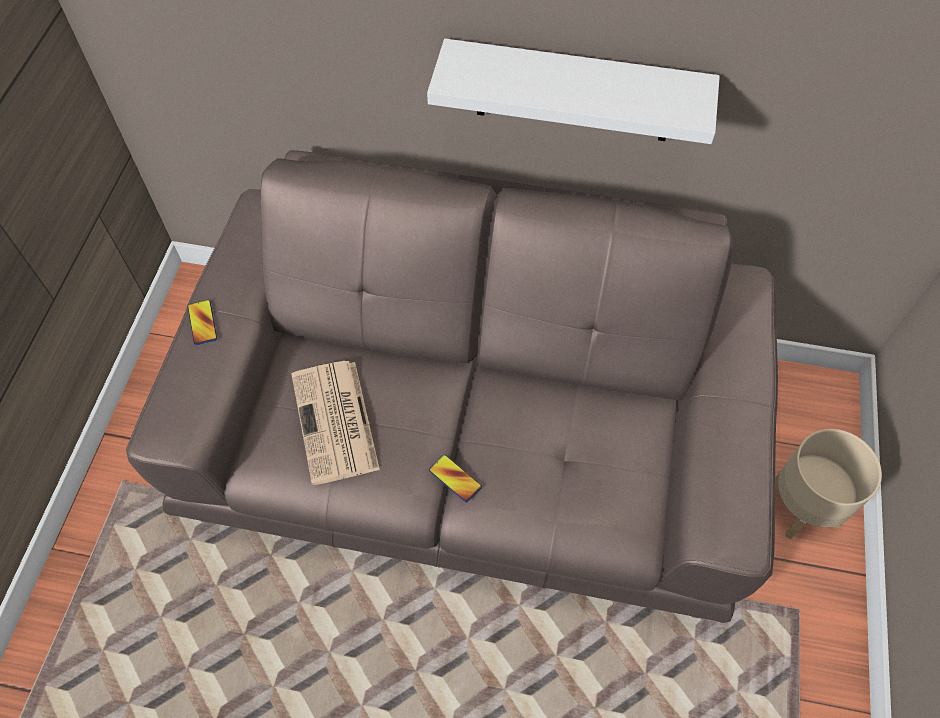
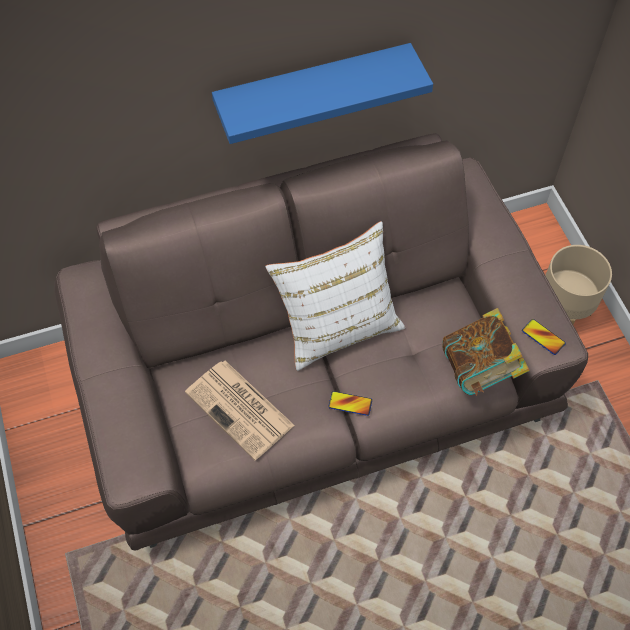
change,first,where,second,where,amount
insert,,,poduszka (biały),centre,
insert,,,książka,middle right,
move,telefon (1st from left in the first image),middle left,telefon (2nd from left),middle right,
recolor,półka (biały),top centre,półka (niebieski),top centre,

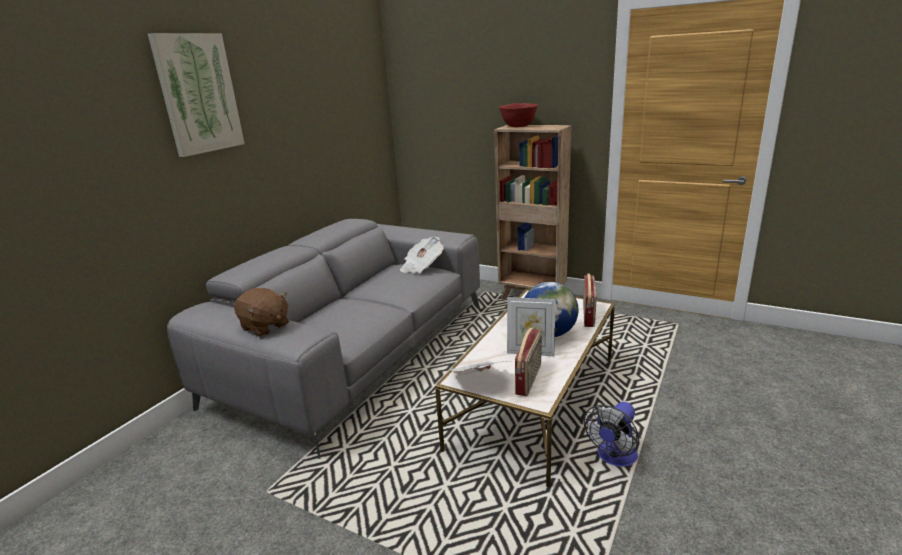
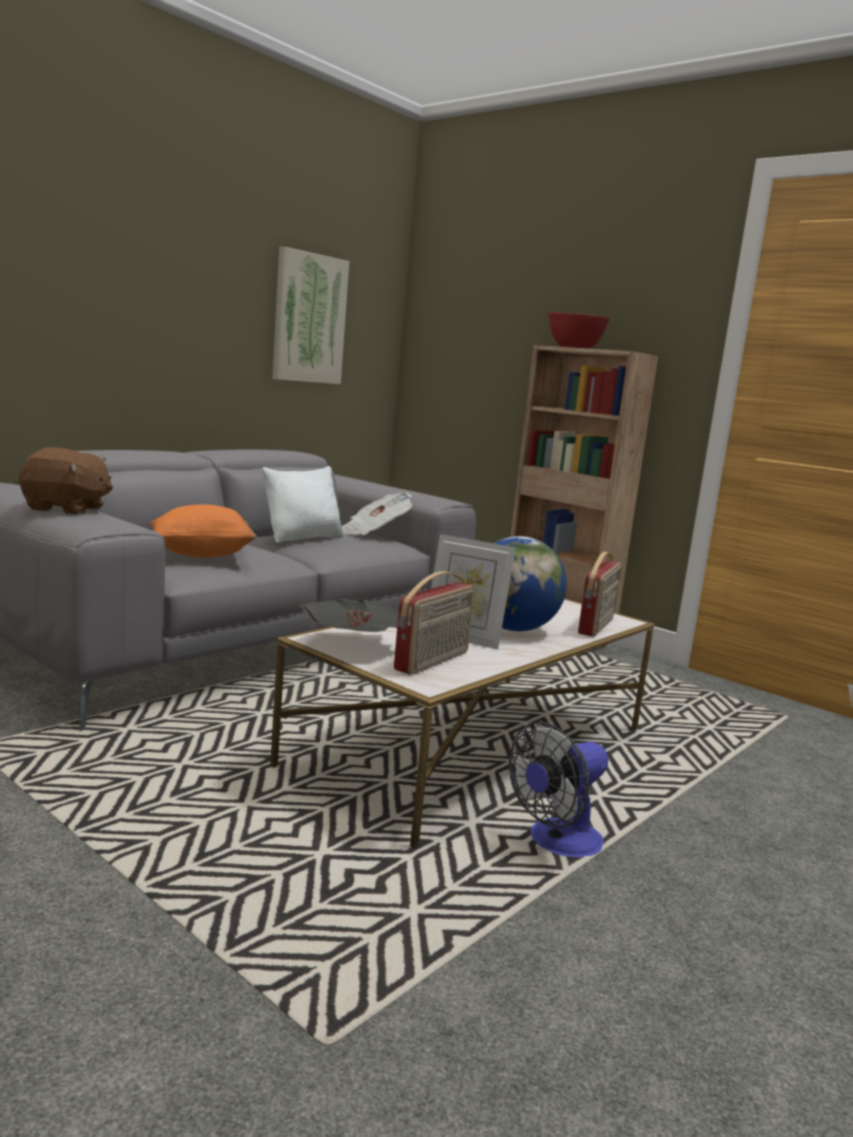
change,first,where,second,where,amount
insert,,,poduszka (pomarańczowy),middle left,
insert,,,poduszka (biały),centre,
move,obraz,top left,,top centre,
rotate,pluszak (brązowy),middle left,,middle left,45 degrees counterclockwise

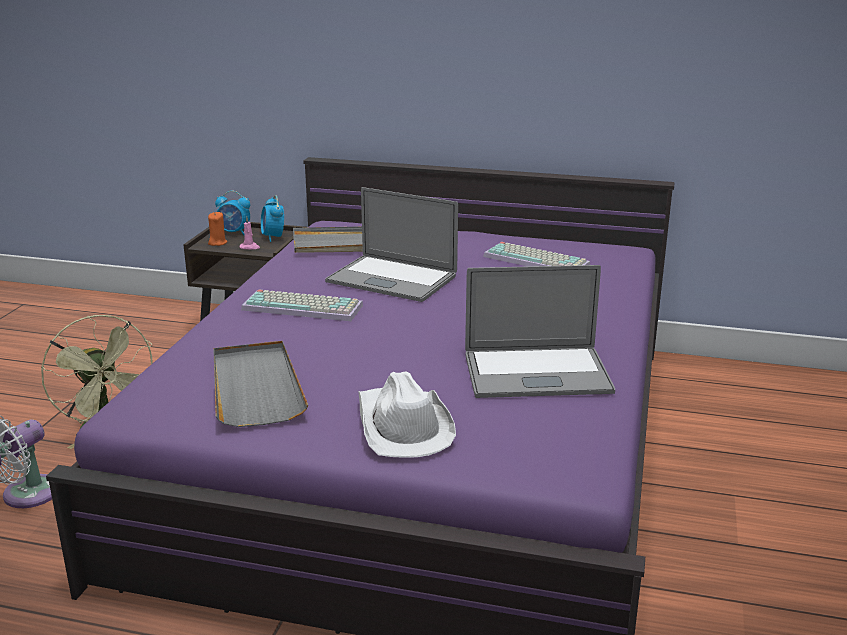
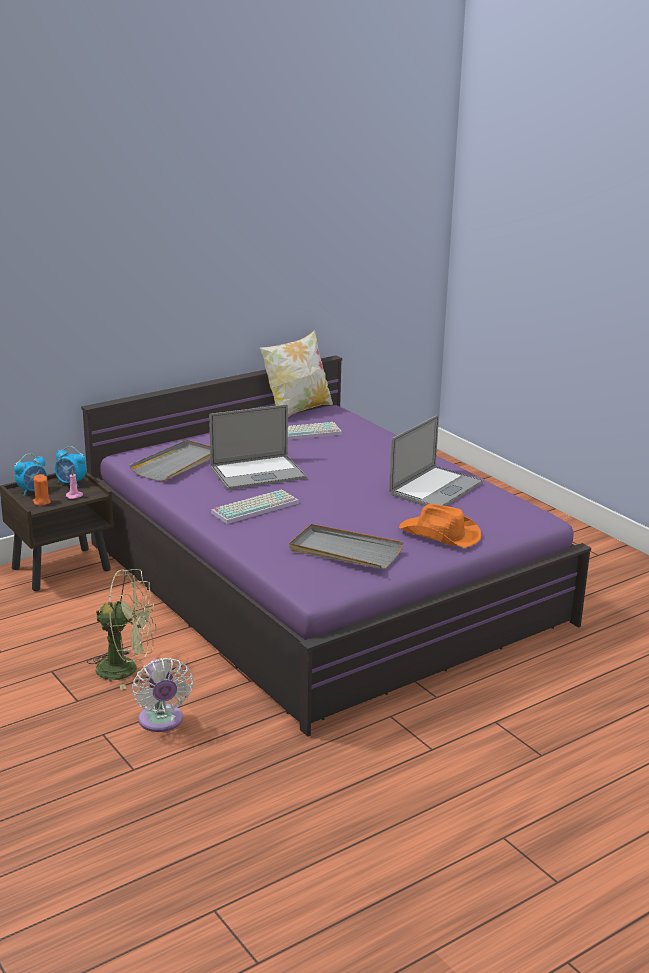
change,first,where,second,where,amount
insert,,,poduszka,centre,
recolor,kapelusz (biały),centre,kapelusz (pomarańczowy),middle right,

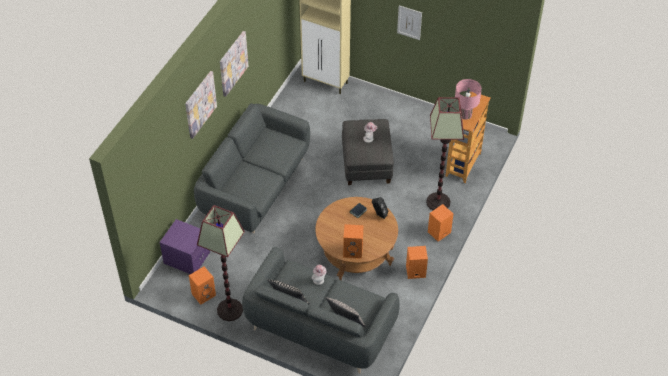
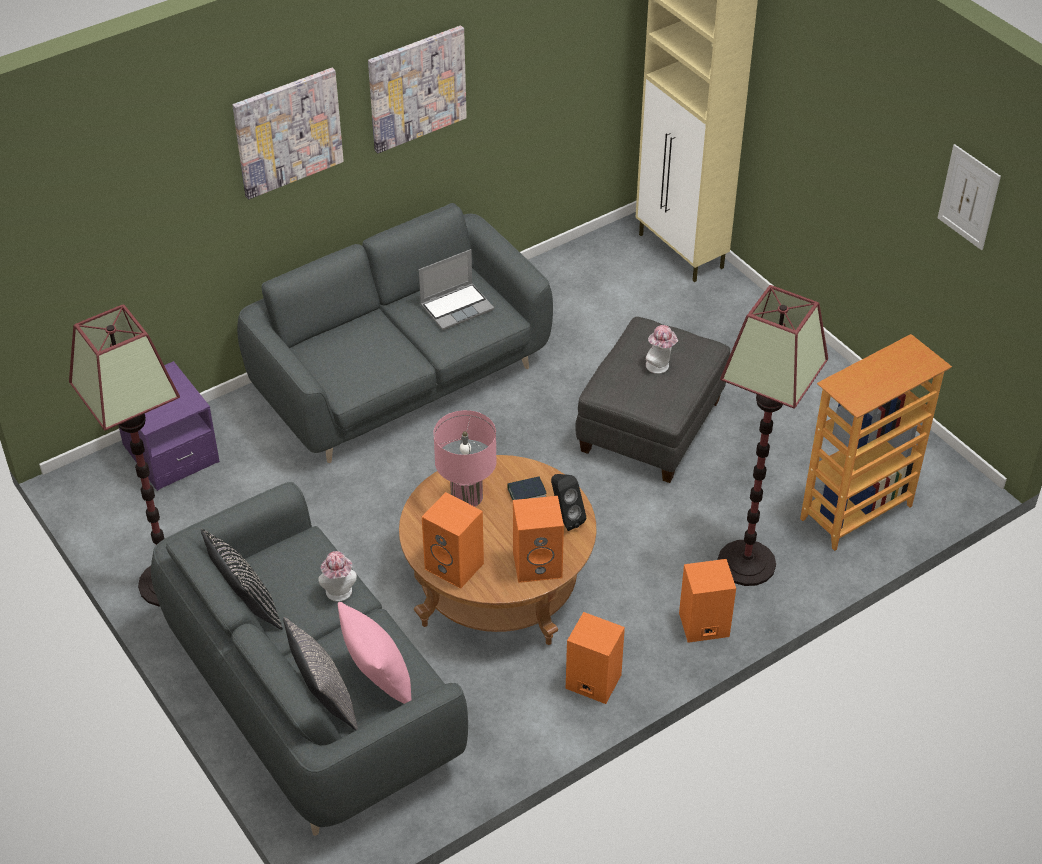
change,first,where,second,where,amount
insert,,,poduszka (różowy),bottom centre,
insert,,,laptop,centre,
move,głośnik (pomarańczowy) (1st from left in the first image),bottom left,głośnik (pomarańczowy) (2nd from left),centre,
move,obraz (3rd from left),top centre,,top right,
move,lampa stołowa (różowy),top right,,centre,

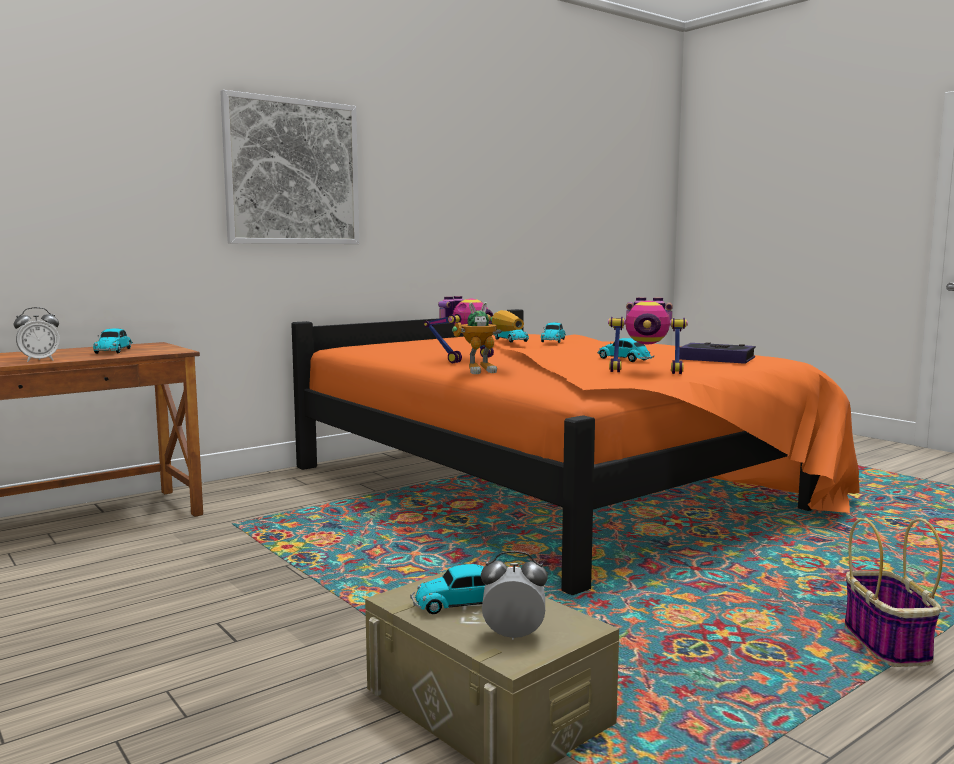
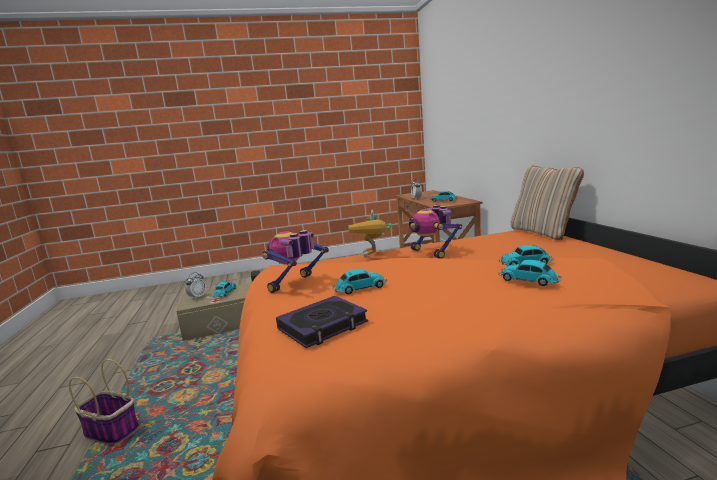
change,first,where,second,where,amount
delete,obraz,top left,,,
insert,,,poduszka (beżowy),middle right,

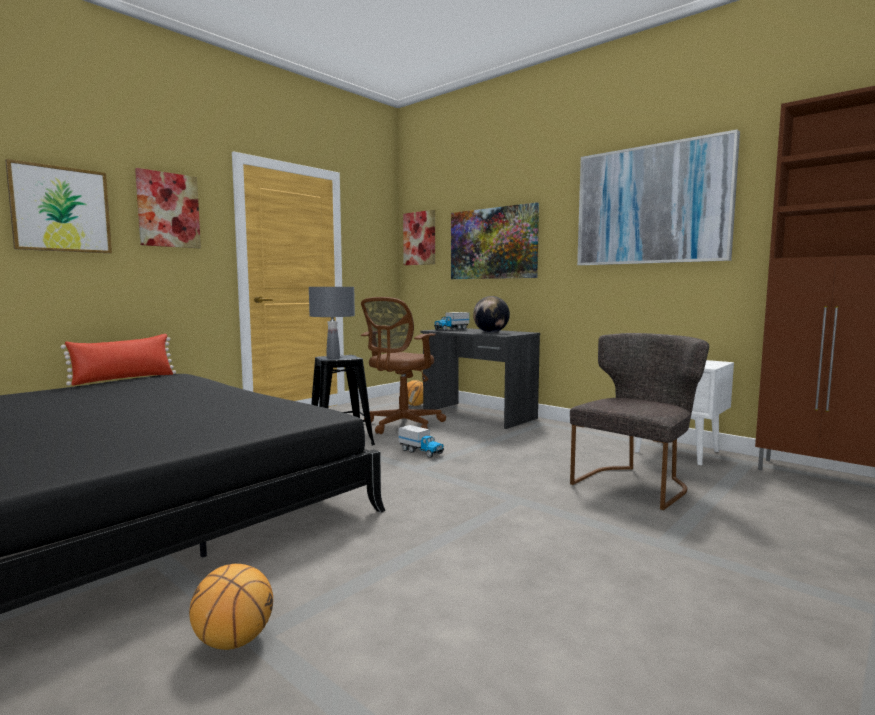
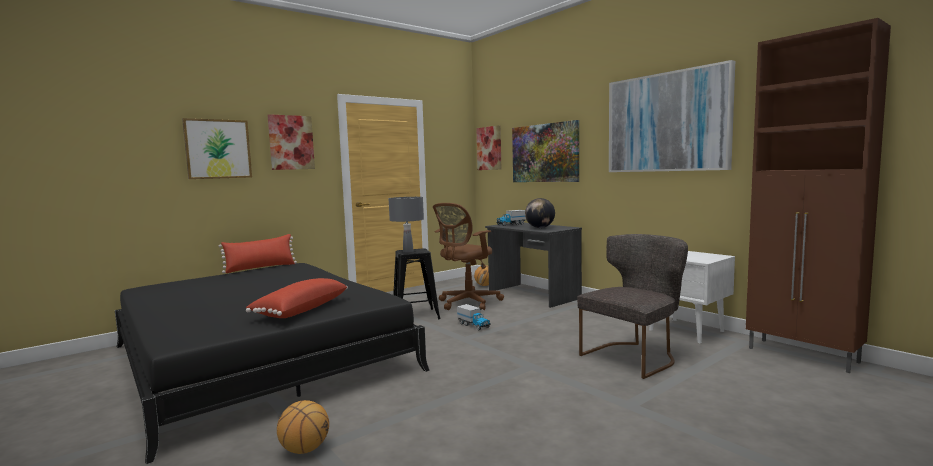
change,first,where,second,where,amount
insert,,,poduszka (czerwony) (2nd from left),middle left,

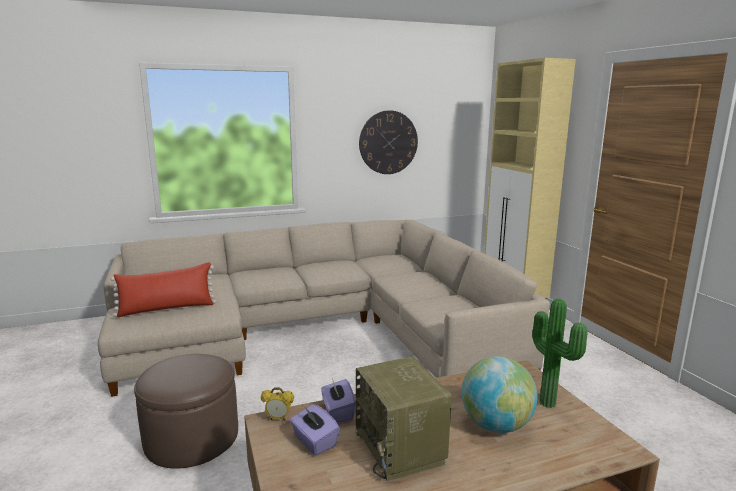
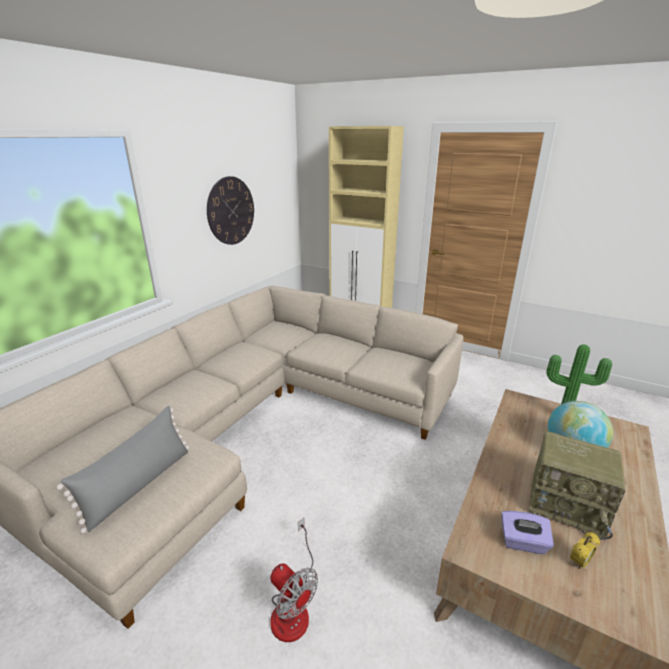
change,first,where,second,where,amount
delete,pudełko chusteczek (fioletowy) (2nd from left),bottom centre,,,
move,budzik,bottom centre,,bottom right,
replace,pufa (brązowy),bottom left,wentylator,bottom centre,
recolor,poduszka (czerwony),middle left,poduszka (szary),bottom left,

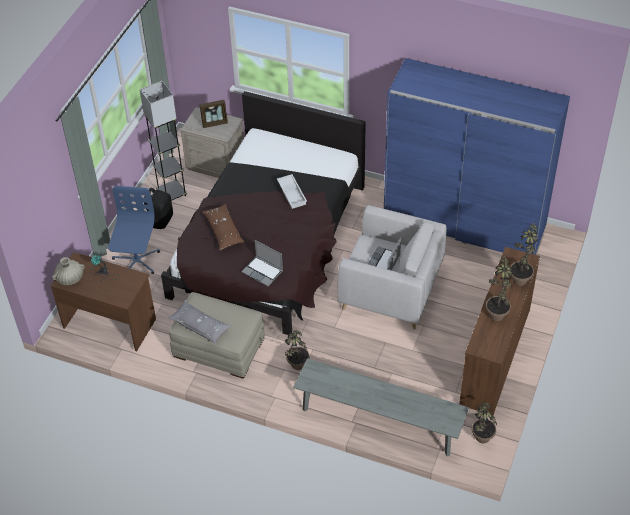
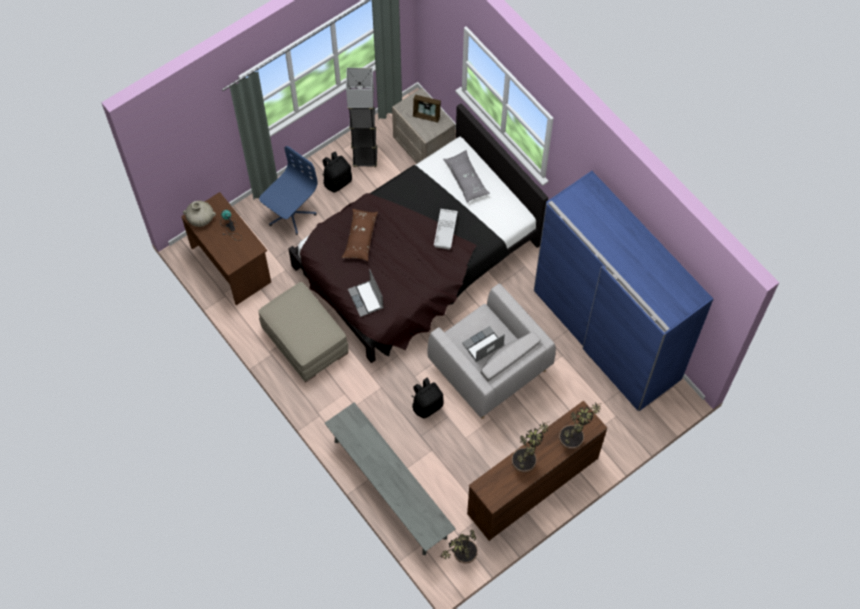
change,first,where,second,where,amount
delete,roślina doniczkowa (1st from left),bottom centre,,,
insert,,,plecak (czarny) (2nd from left),centre,
move,poduszka (szary),middle left,,top centre,

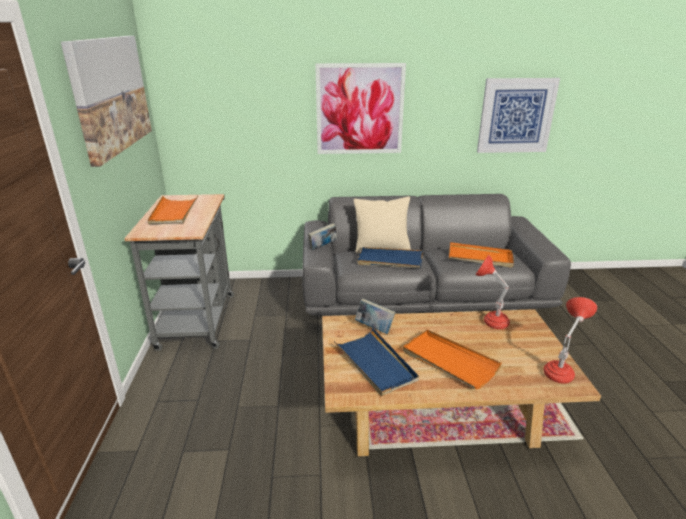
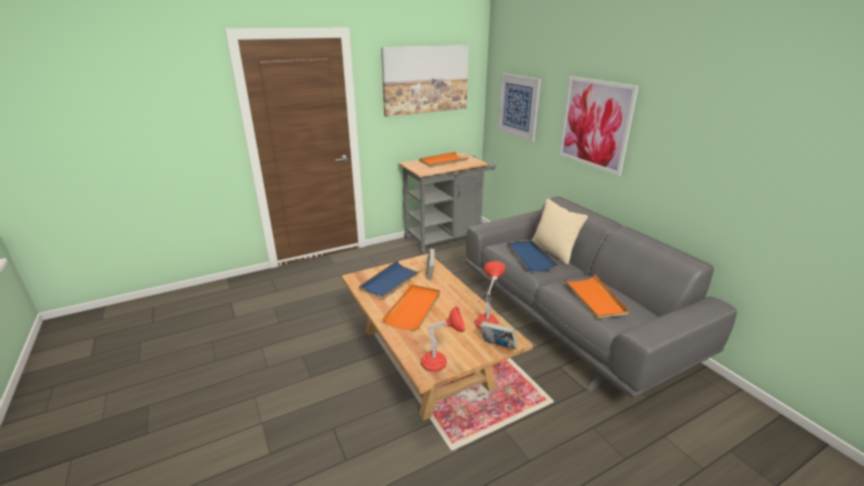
change,first,where,second,where,amount
move,książka (1st from left in the first image),centre,książka (2nd from left),bottom centre,
move,obraz (3rd from left in the first image),top right,obraz (2nd from left),top centre,

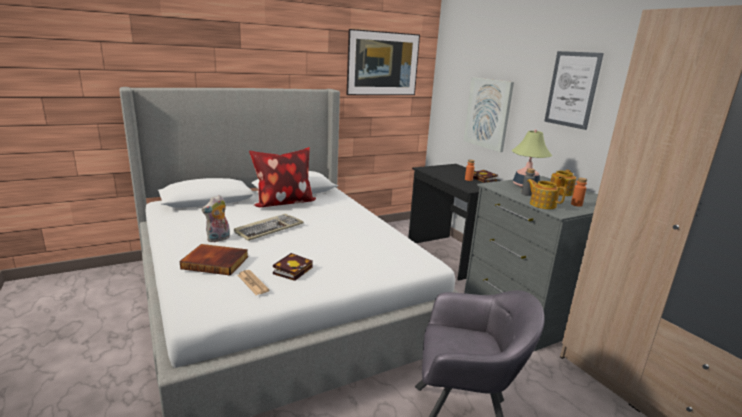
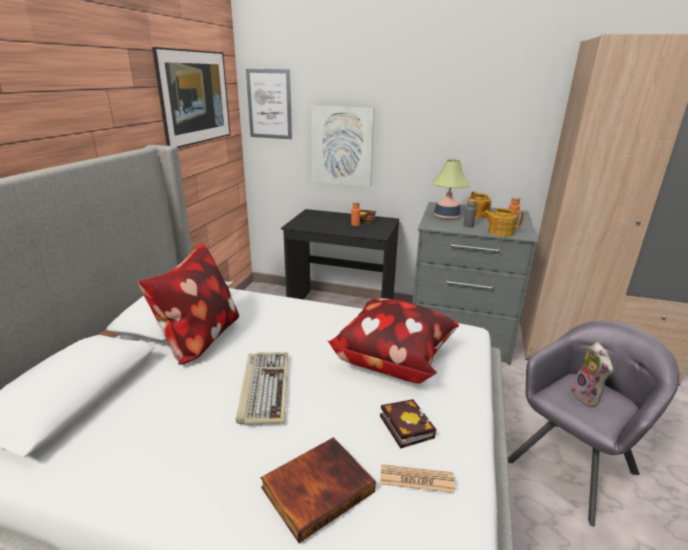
change,first,where,second,where,amount
insert,,,poduszka (2nd from left),centre,
move,pluszak,middle left,,bottom right,
move,obraz (3rd from left in the first image),top right,obraz (2nd from left),top centre,

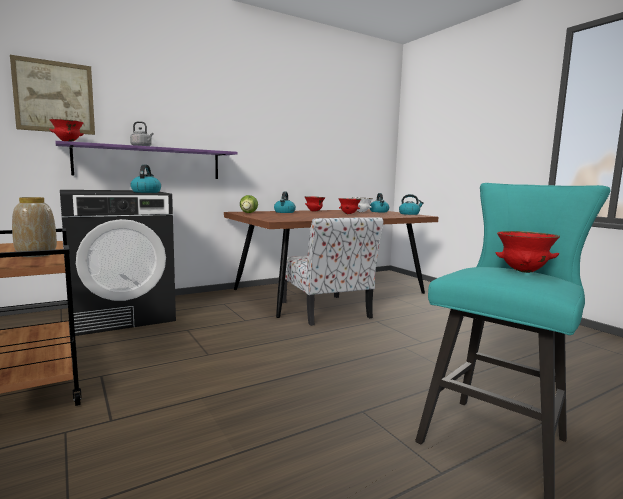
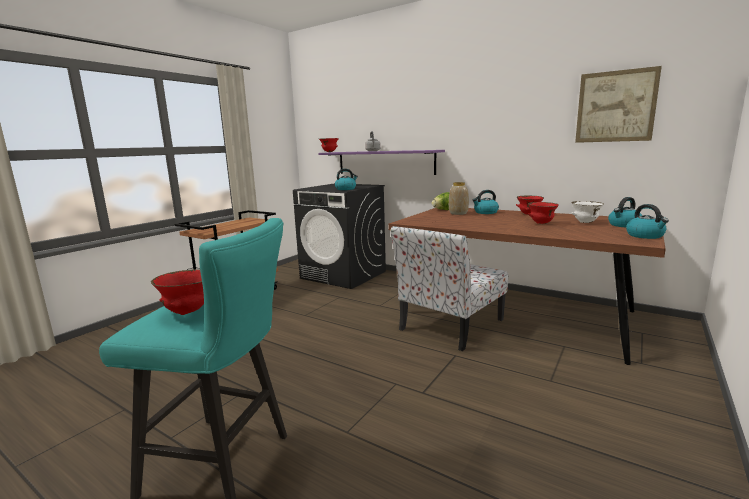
change,first,where,second,where,amount
move,obraz,top left,,top right,
move,wazon,middle left,,centre,

